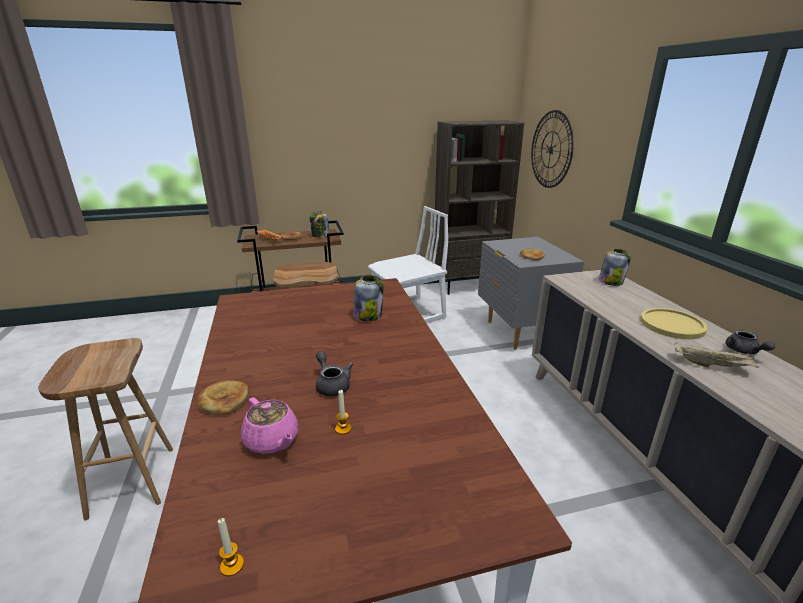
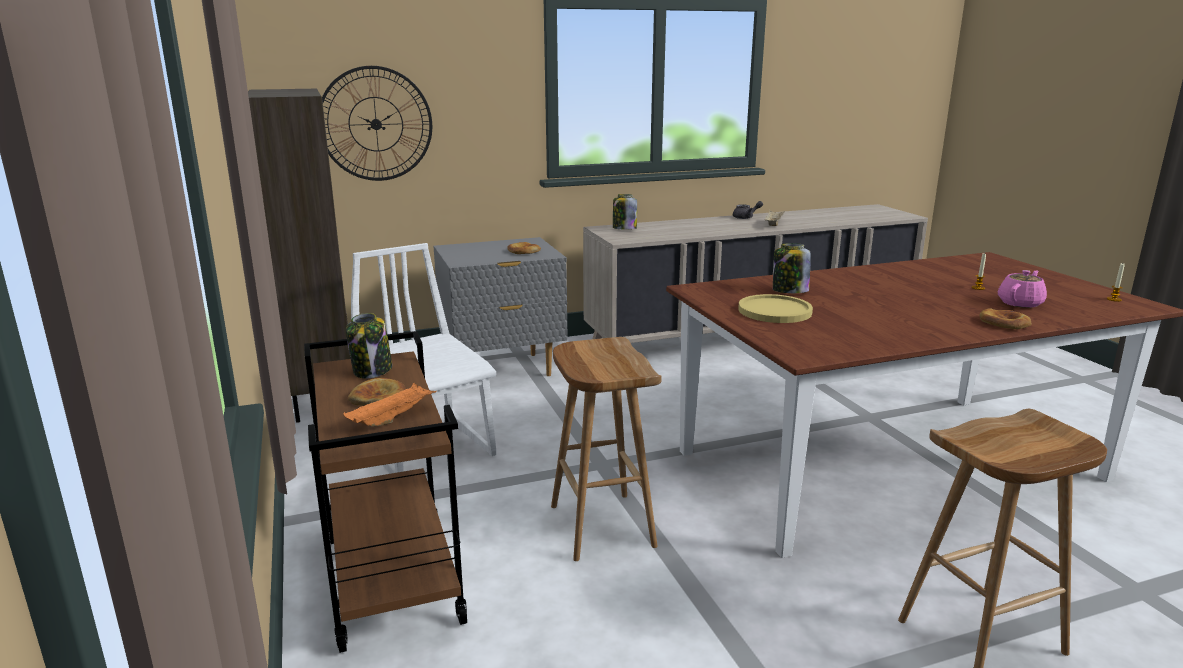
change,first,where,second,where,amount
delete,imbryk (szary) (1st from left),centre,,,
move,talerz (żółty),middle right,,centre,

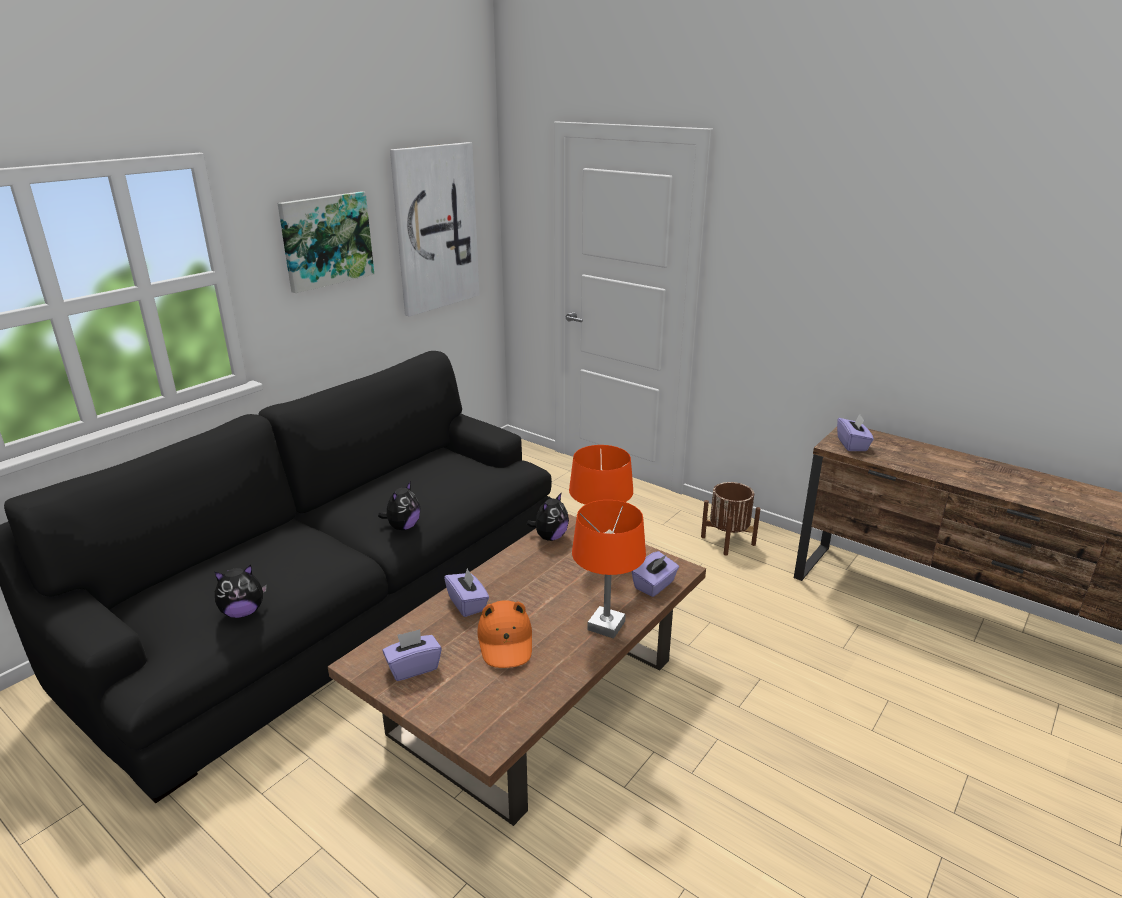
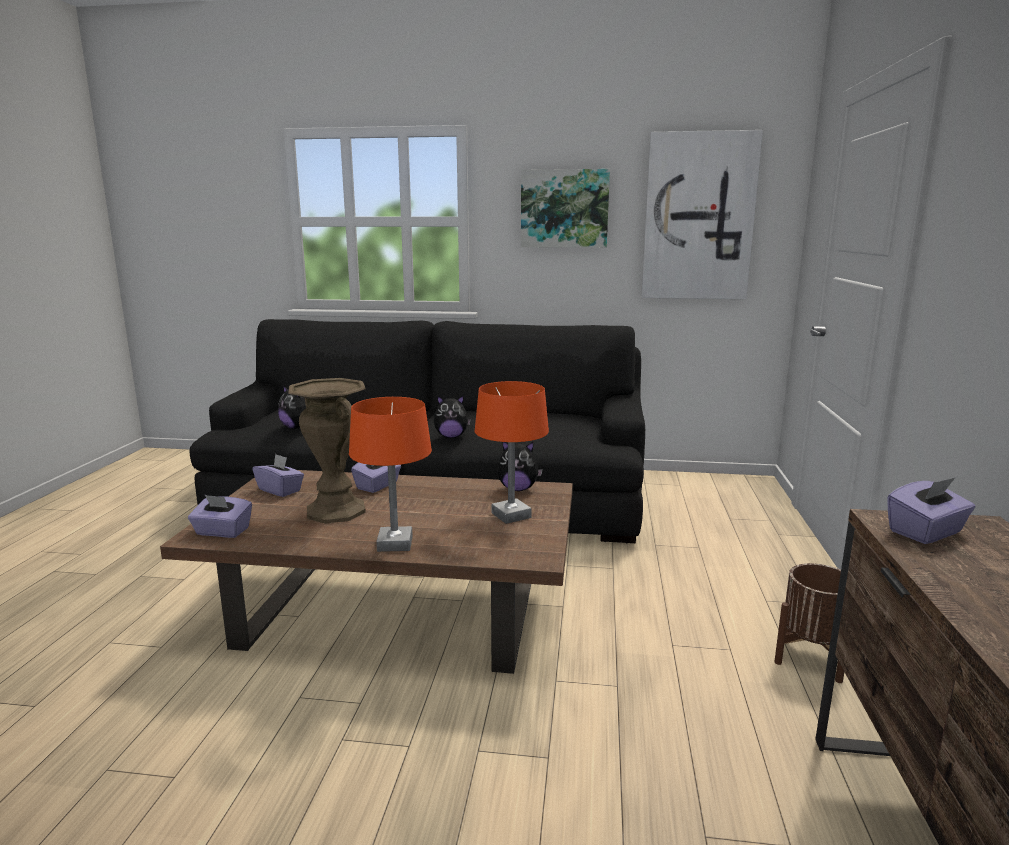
change,first,where,second,where,amount
move,pudełko chusteczek (fioletowy) (3rd from left in the first image),centre,pudełko chusteczek (fioletowy) (1st from left),middle left,
replace,kapelusz (pomarańczowy),bottom centre,wazon (brązowy),middle left,

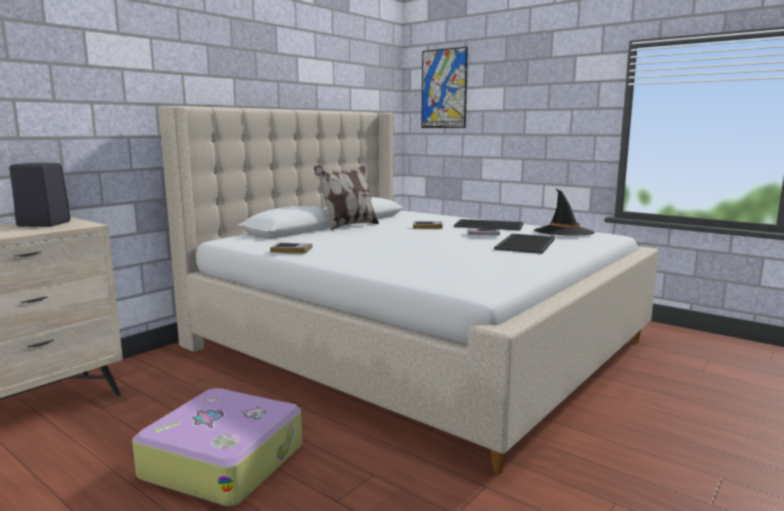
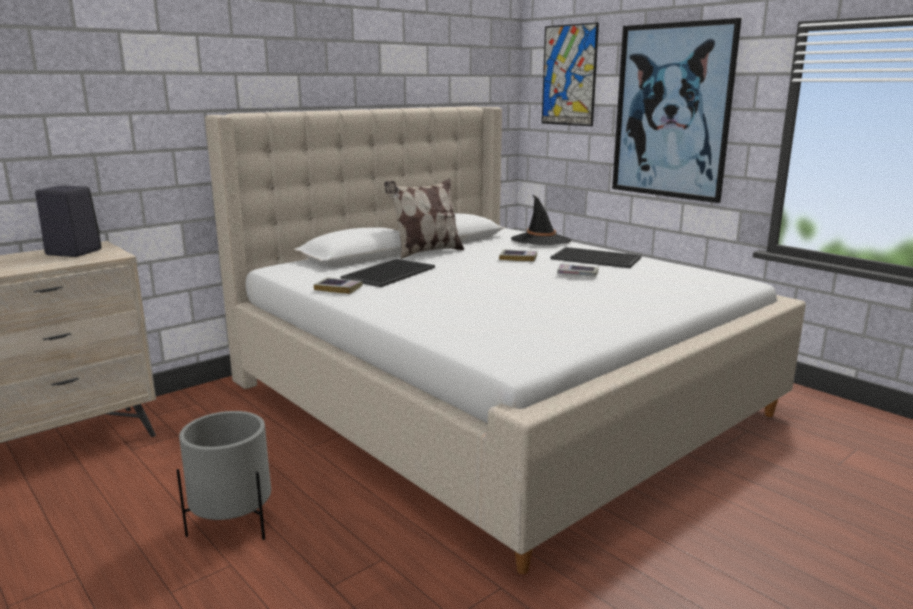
change,first,where,second,where,amount
insert,,,obraz (2nd from left),top right,
move,taca (2nd from left in the first image),middle right,taca (1st from left),centre,
move,kapelusz (czarny),middle right,,centre,
replace,walizka,bottom left,donica (szary),bottom left,

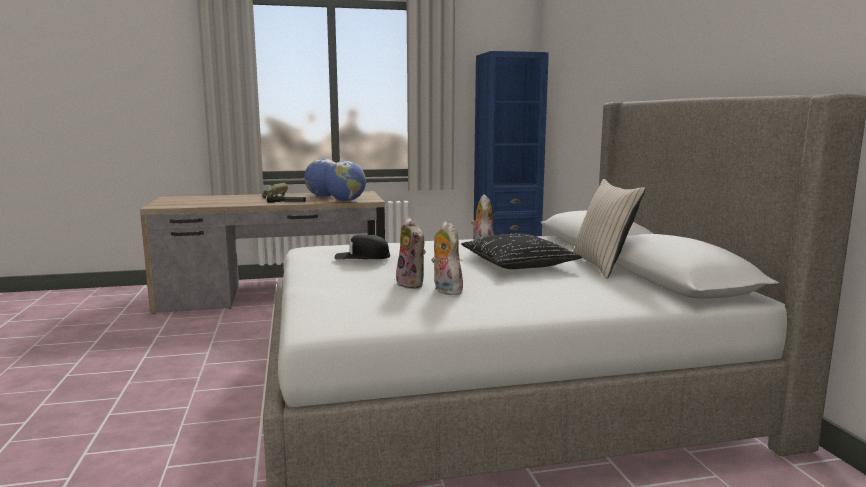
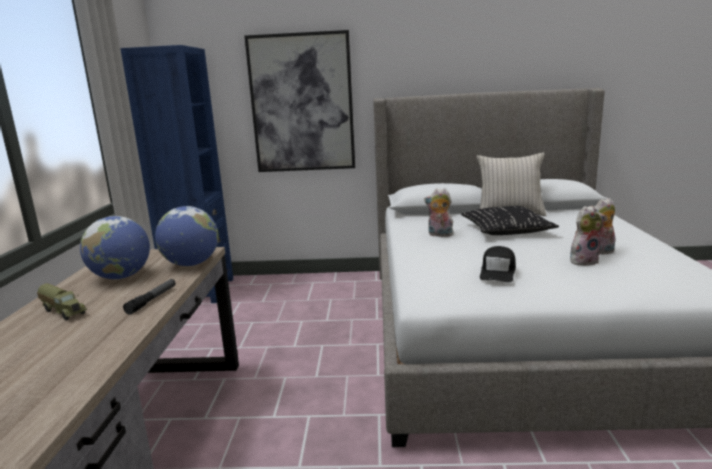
change,first,where,second,where,amount
insert,,,obraz,top centre,

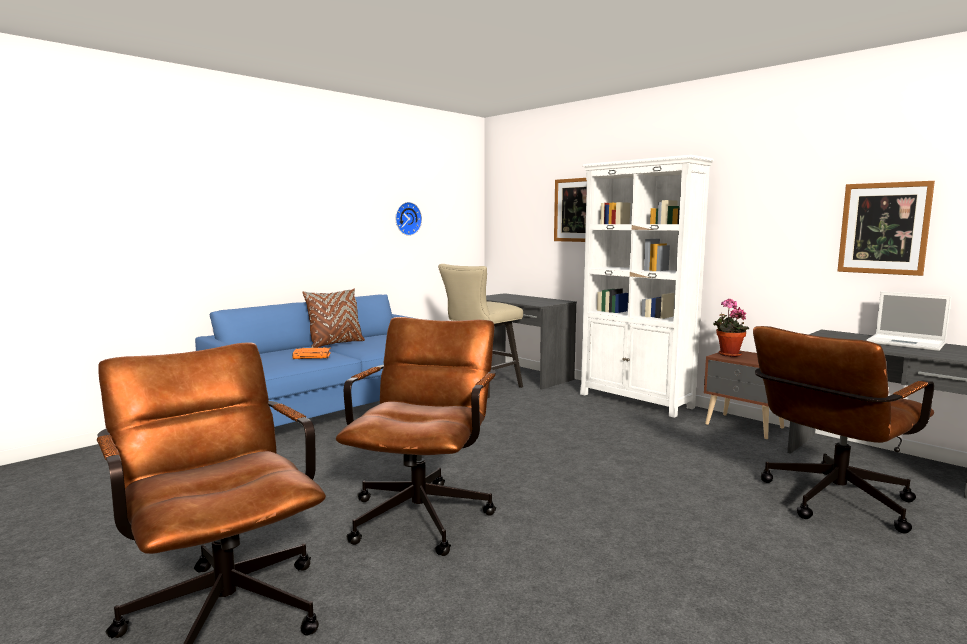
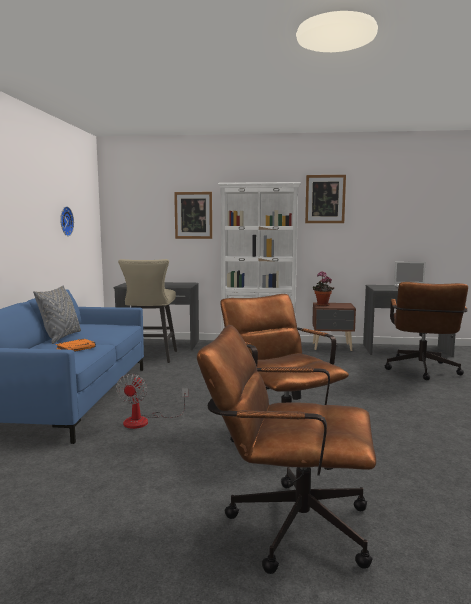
change,first,where,second,where,amount
insert,,,wentylator,middle left,
move,obraz (2nd from left),middle right,,top right,
recolor,poduszka (brązowy),centre,poduszka (szary),middle left,

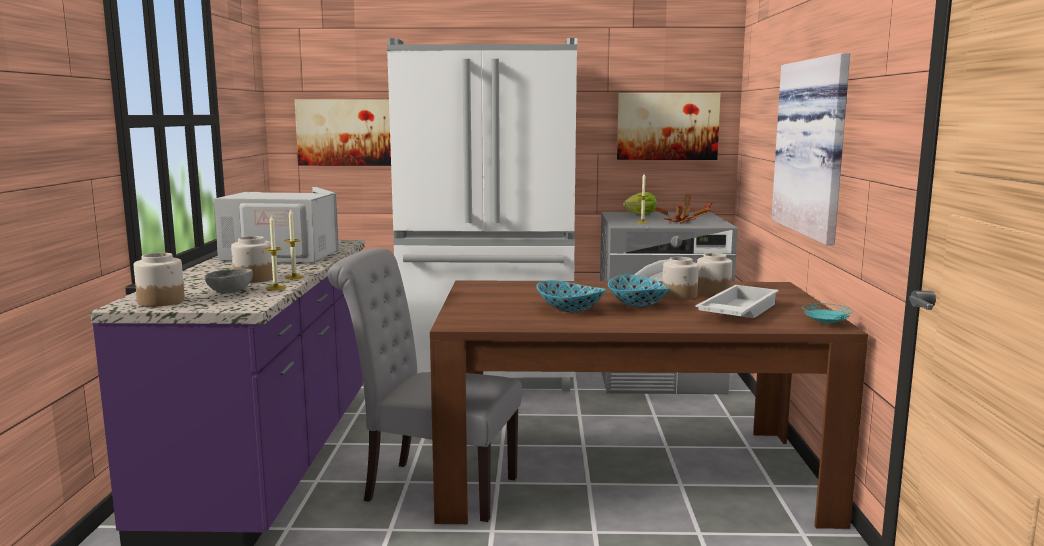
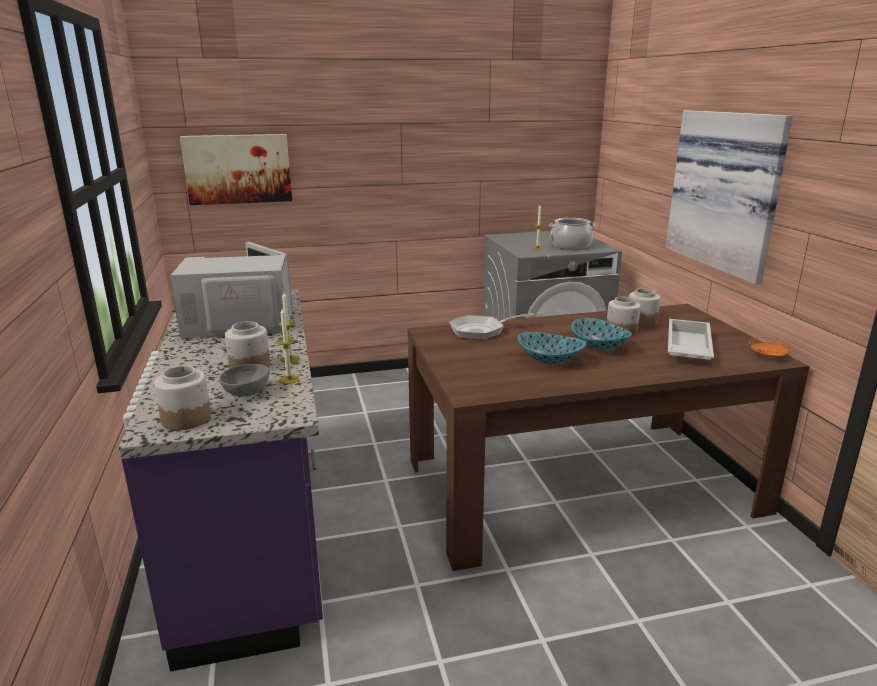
change,first,where,second,where,amount
delete,krzesło (szary),bottom centre,,,
delete,lodówka (biały),centre,,,
delete,obraz (2nd from left),top centre,,,
delete,sałata,centre,,,
insert,,,patelnia,centre,
replace,roślina doniczkowa,centre,garnek,centre,
recolor,talerz (turkusowy),middle right,talerz (pomarańczowy),middle right,

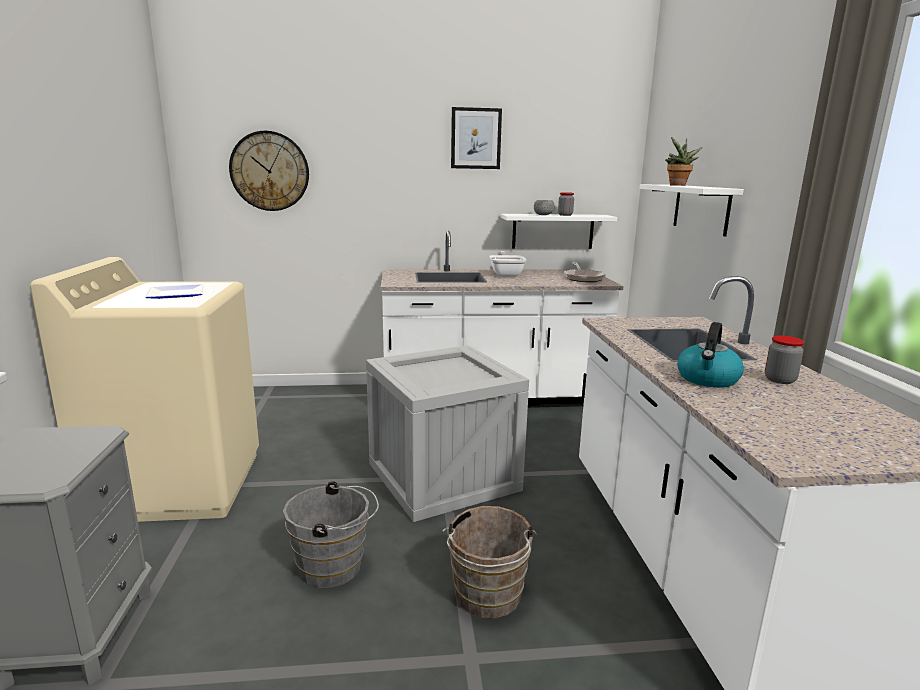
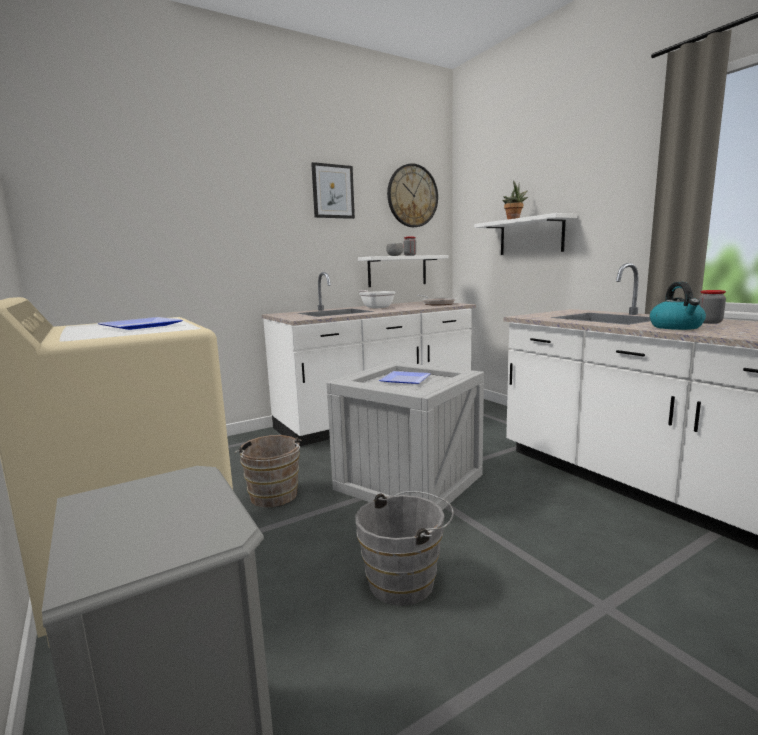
change,first,where,second,where,amount
insert,,,talerz (2nd from left),centre,
move,zegar ścienny,top left,,top centre,
move,wiadro (brązowy),bottom centre,,centre,

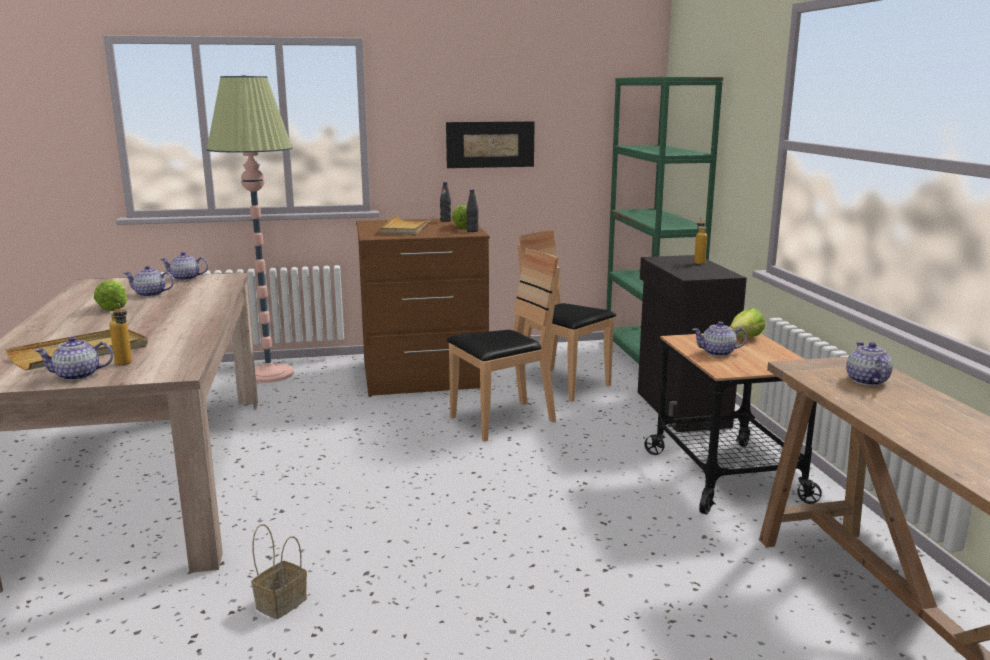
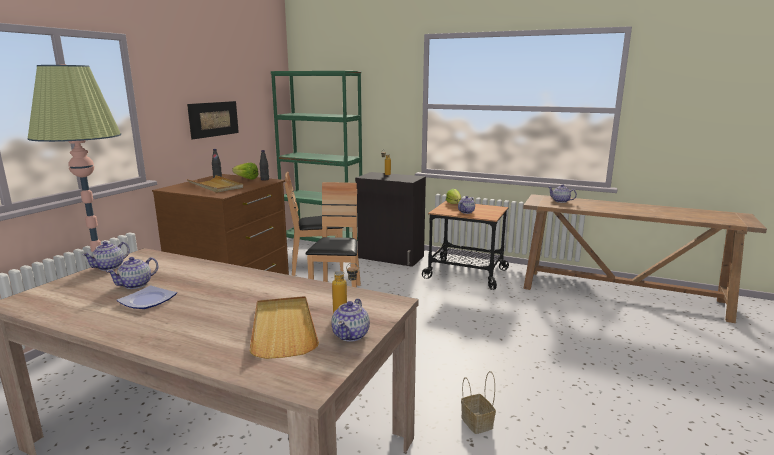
change,first,where,second,where,amount
replace,sałata (1st from left),middle left,talerz,middle left,

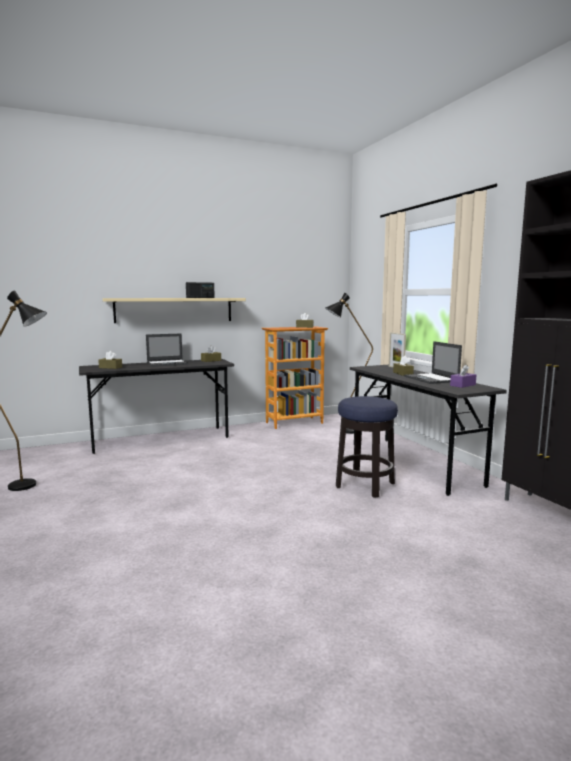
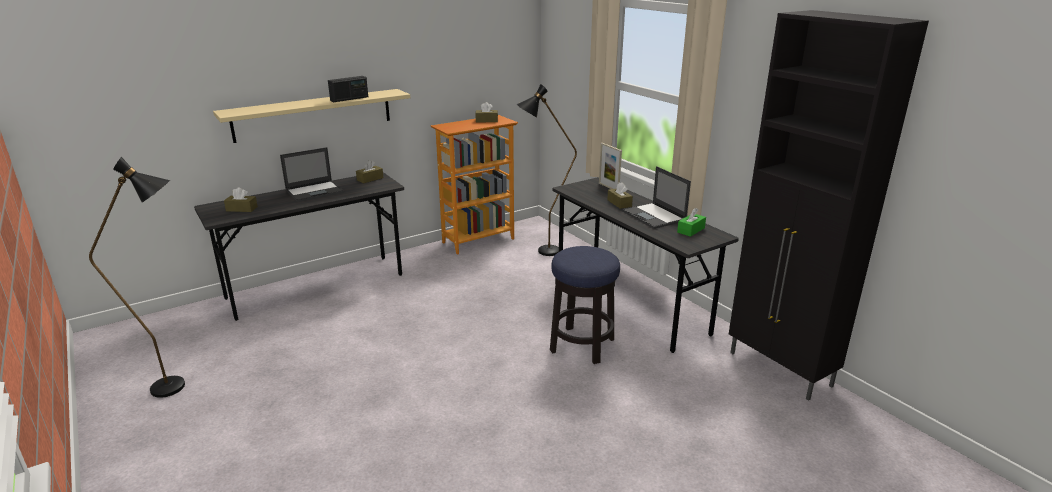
change,first,where,second,where,amount
recolor,pudełko chusteczek (fioletowy),middle right,pudełko chusteczek (zielony),centre,

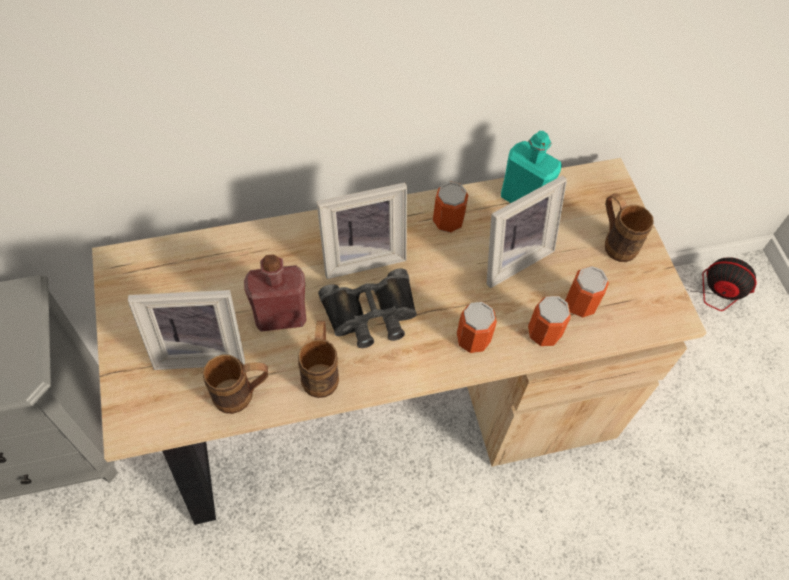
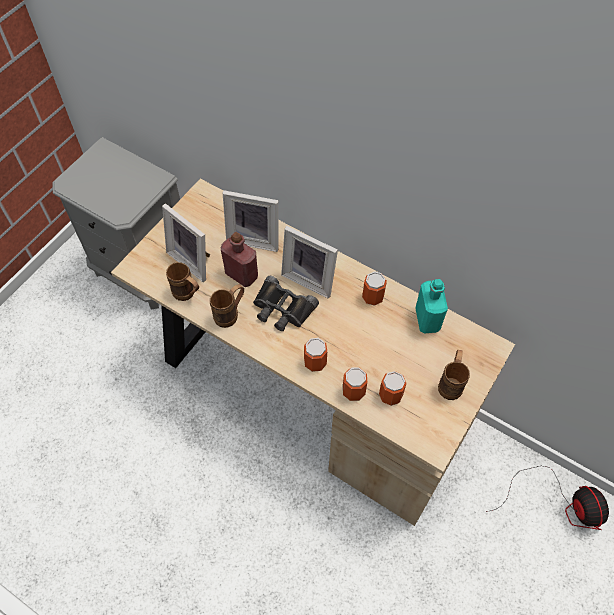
change,first,where,second,where,amount
move,ramka na zdjęcie (3rd from left in the first image),middle right,ramka na zdjęcie (2nd from left),centre,

